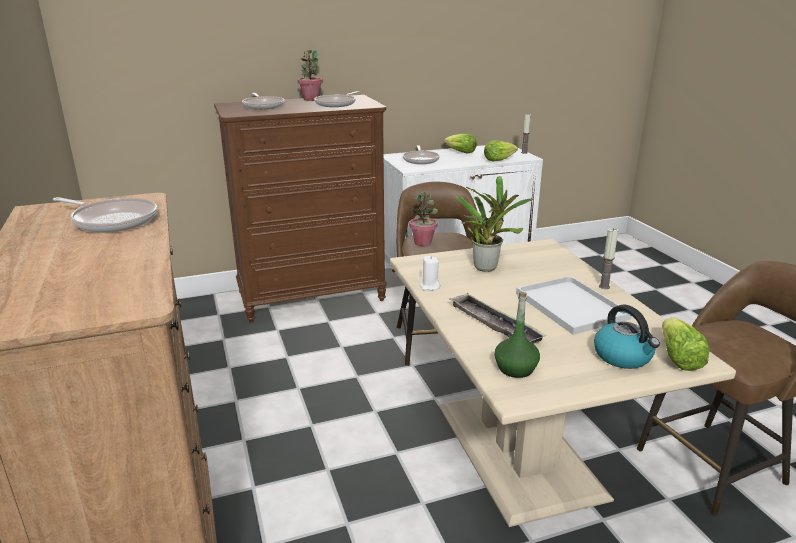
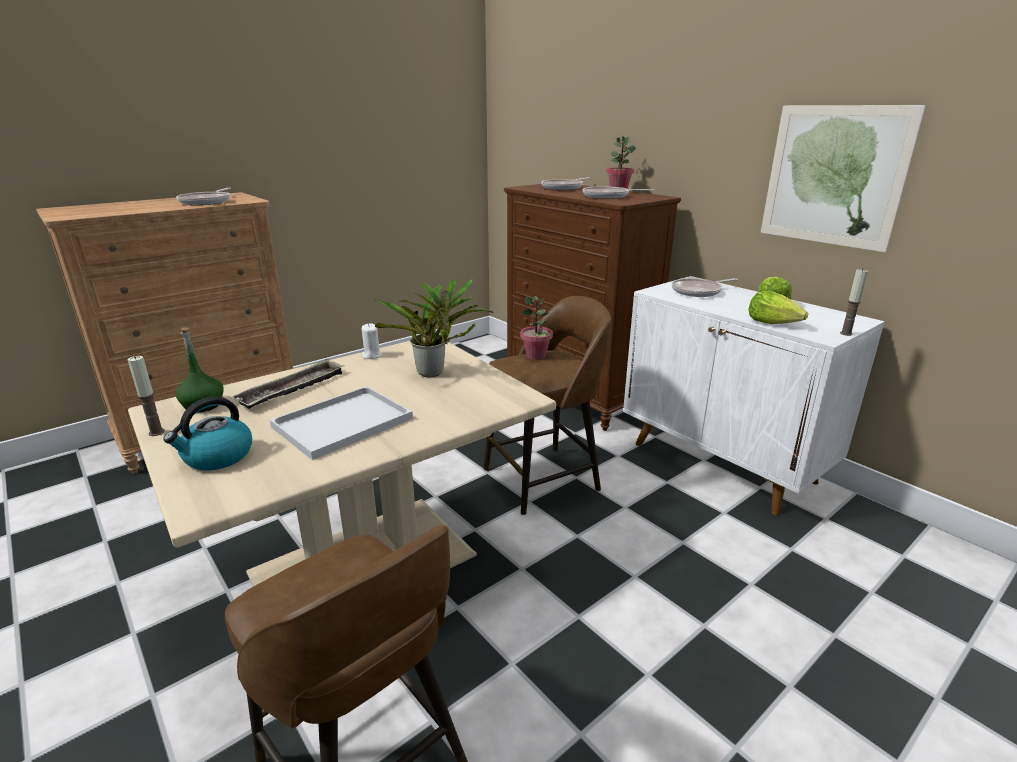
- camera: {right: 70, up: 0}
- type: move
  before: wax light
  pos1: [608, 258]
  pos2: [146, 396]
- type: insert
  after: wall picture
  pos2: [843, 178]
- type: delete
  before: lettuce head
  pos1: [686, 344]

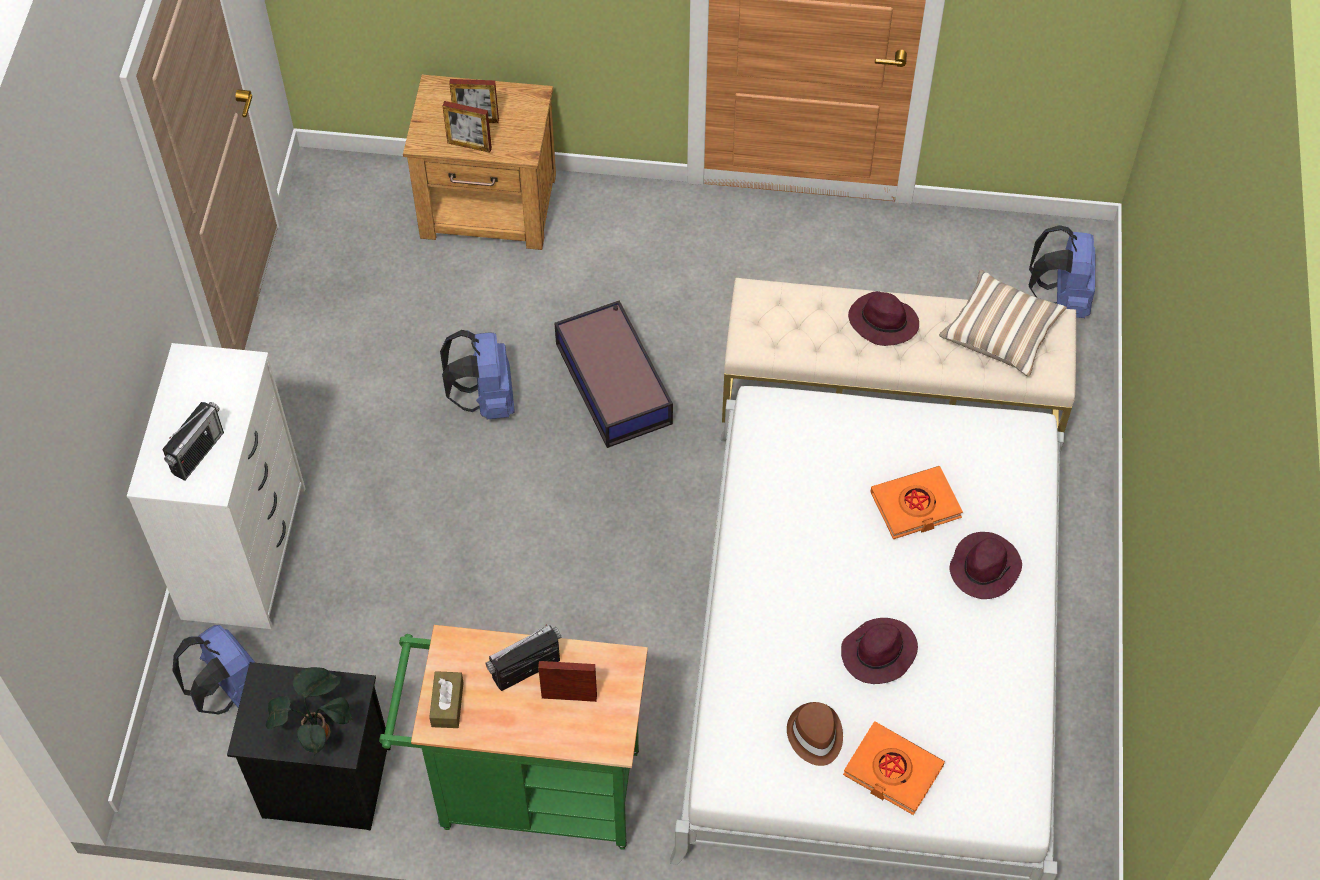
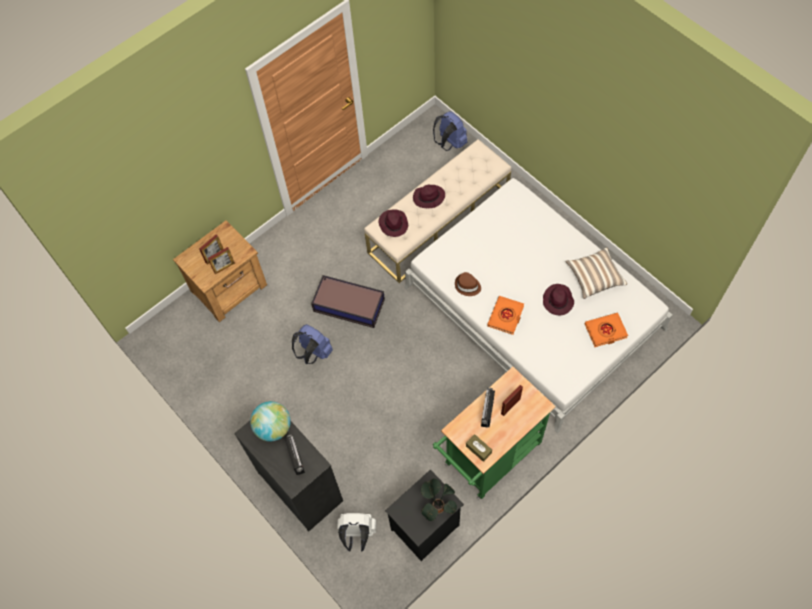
- camera: {right: -45, up: 5}
- type: recolor
  before: white chest of drawers
  after: black chest of drawers
  pos1: [216, 486]
  pos2: [288, 476]
- type: insert
  after: world globe
  pos2: [270, 421]
- type: recolor
  before: blue rucksack
  after: white rucksack
  pos1: [214, 669]
  pos2: [356, 532]
- type: move
  before: purple-coloured hat
  pos1: [986, 565]
  pos2: [393, 223]
- type: move
  before: brown-coloured hat
  pos1: [815, 734]
  pos2: [468, 284]
- type: move
  before: orange volume
  pos1: [916, 502]
  pos2: [505, 315]
- type: move
  before: pillow
  pos1: [1003, 323]
  pos2: [596, 273]

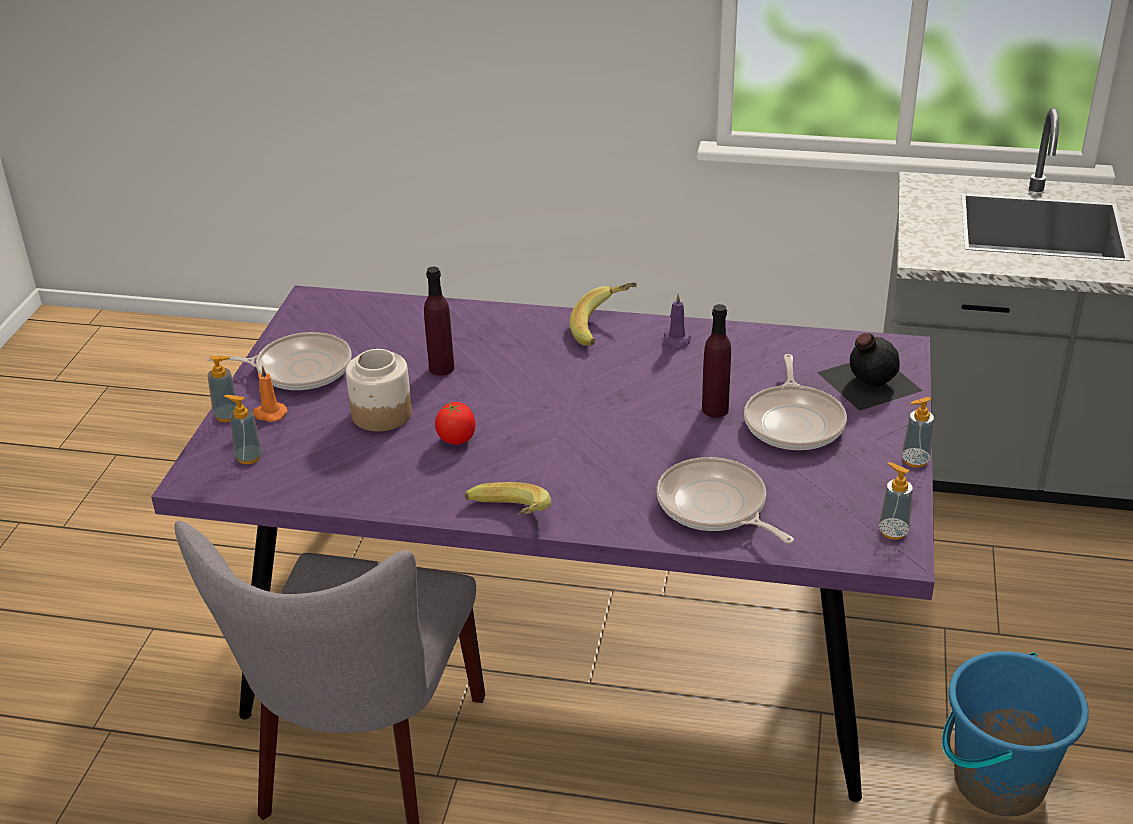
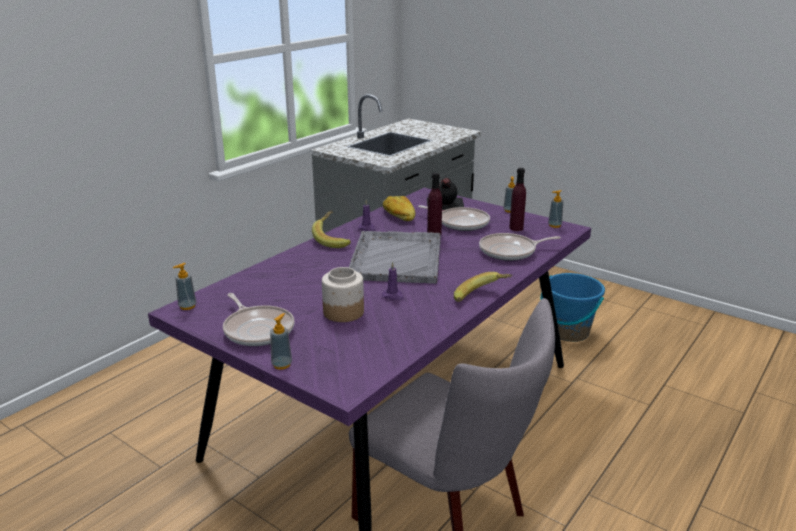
- camera: {right: -65, up: -10}
- type: move
  before: liquid soap bottle
  pos1: [243, 429]
  pos2: [185, 286]
- type: rotate
  before: frying pan
  pos1: [278, 361]
  pos2: [258, 319]
  turn: 120
- type: insert
  after: grey tray
  pos2: [395, 257]
- type: replace
  before: fresh tomato
  after: purple-coloured wax light
  pos1: [455, 423]
  pos2: [393, 281]
- type: insert
  after: bakery bread
  pos2: [399, 208]
- type: move
  before: purple-coloured drink bottle
  pos1: [439, 321]
  pos2: [517, 199]
- type: delete
  before: orange wax light
  pos1: [270, 393]

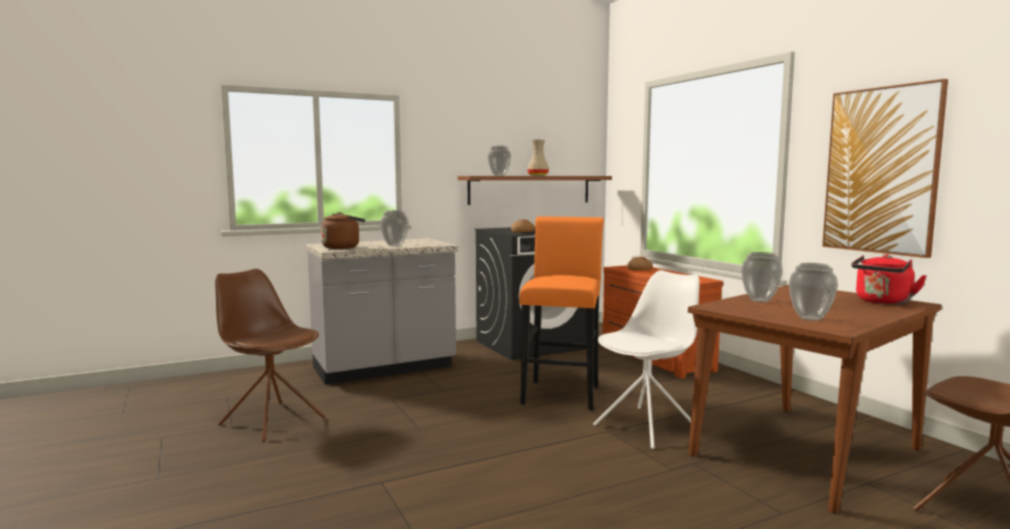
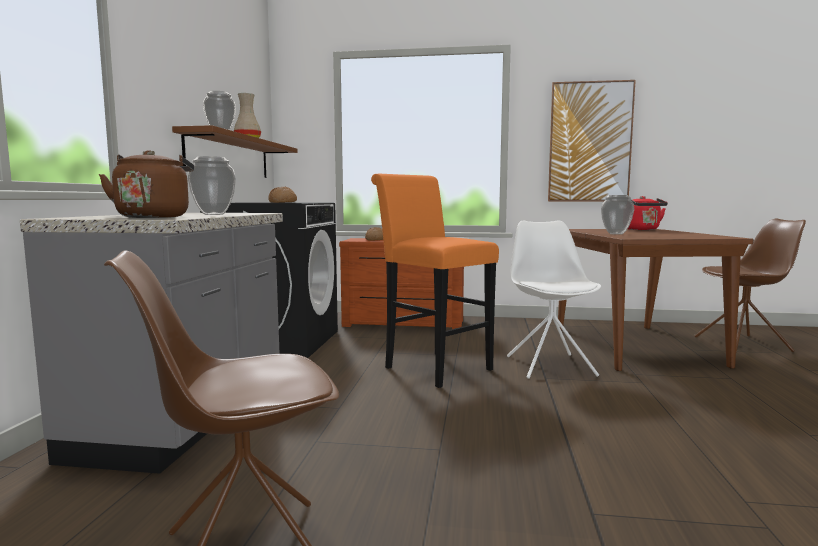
- camera: {right: -55, up: 0}
- type: delete
  before: decorative vase
  pos1: [813, 292]

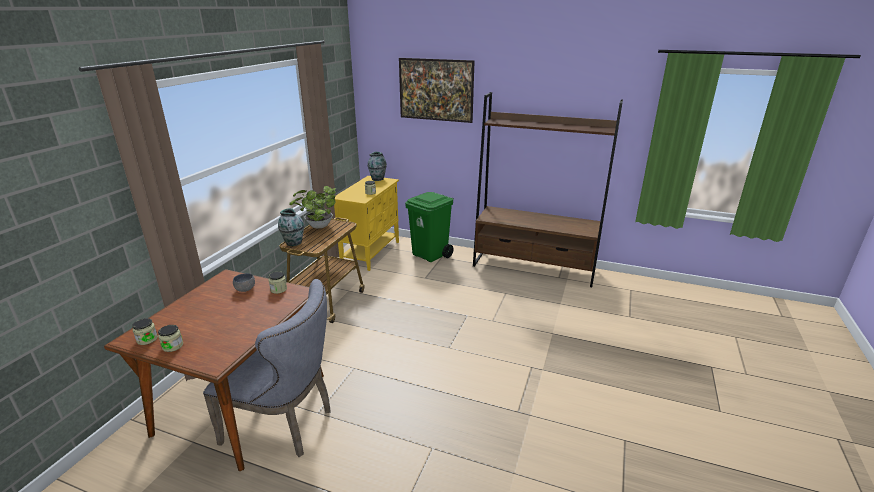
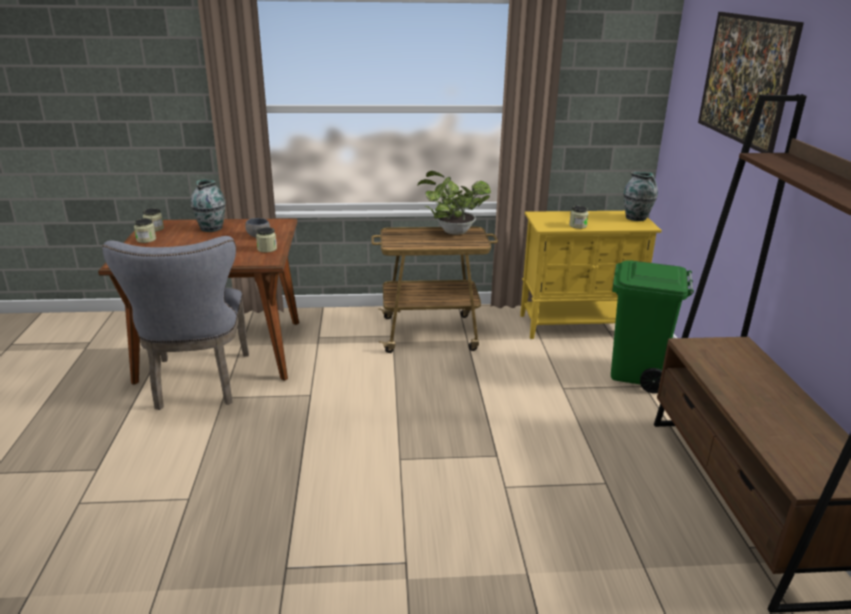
- camera: {right: 65, up: 0}
- type: move
  before: decorative vase
  pos1: [291, 227]
  pos2: [208, 206]

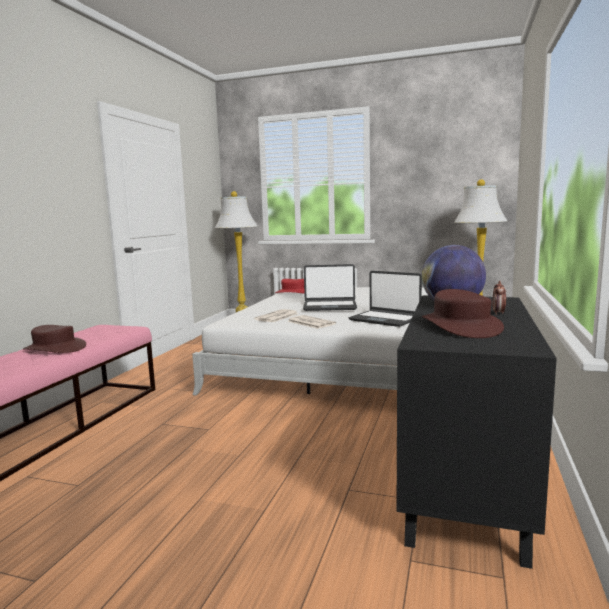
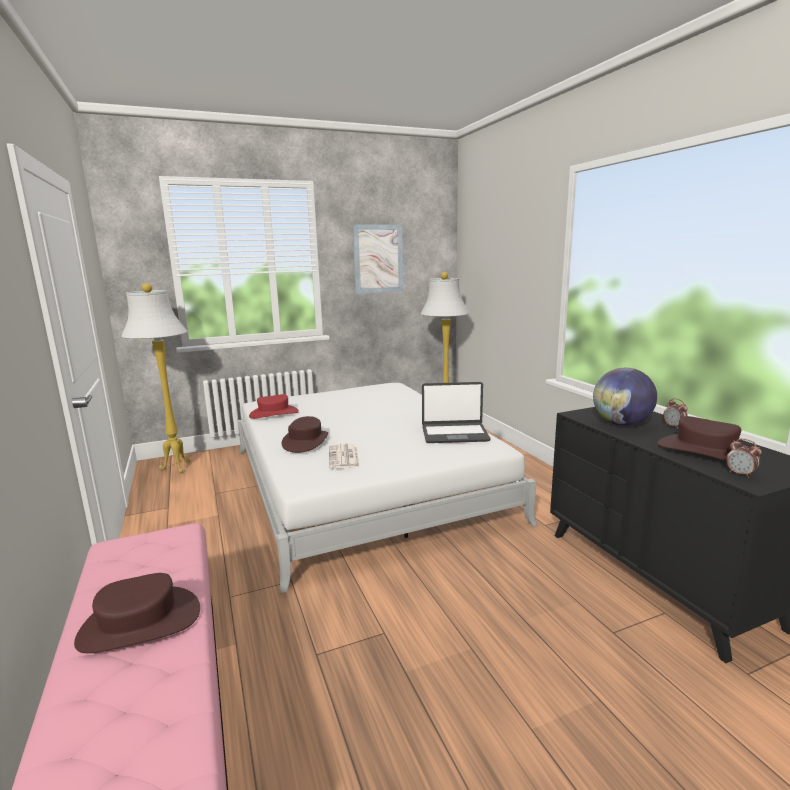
- camera: {right: -40, up: 5}
- type: insert
  after: brown-coloured hat
  pos2: [304, 434]
- type: insert
  after: wall picture
  pos2: [378, 259]
- type: insert
  after: bedside clock
  pos2: [744, 458]
- type: delete
  before: printed paper
  pos1: [311, 322]
- type: delete
  before: laptop
  pos1: [330, 287]

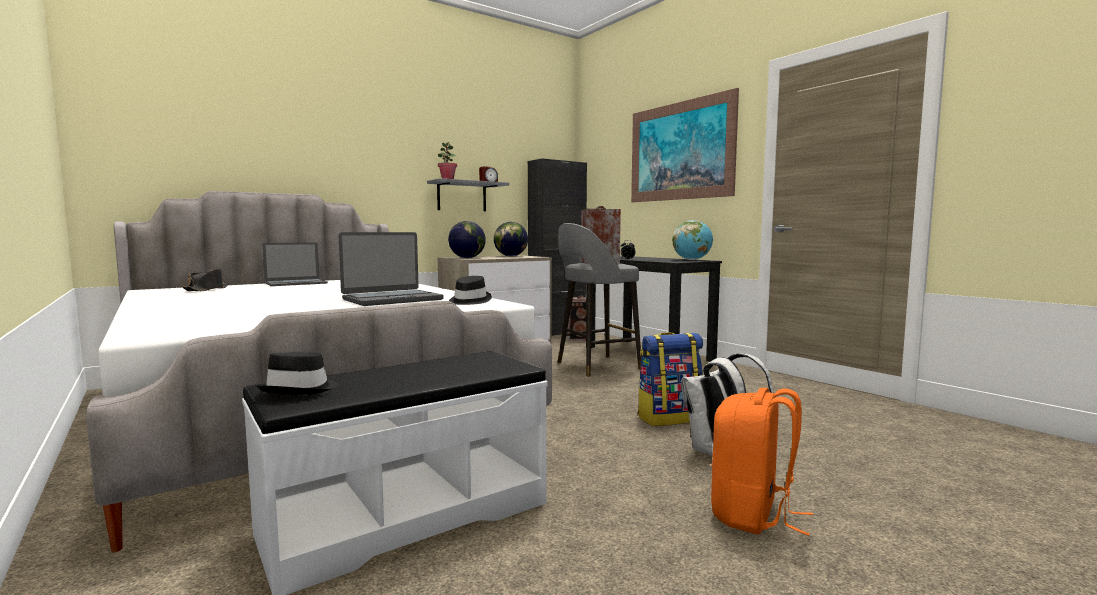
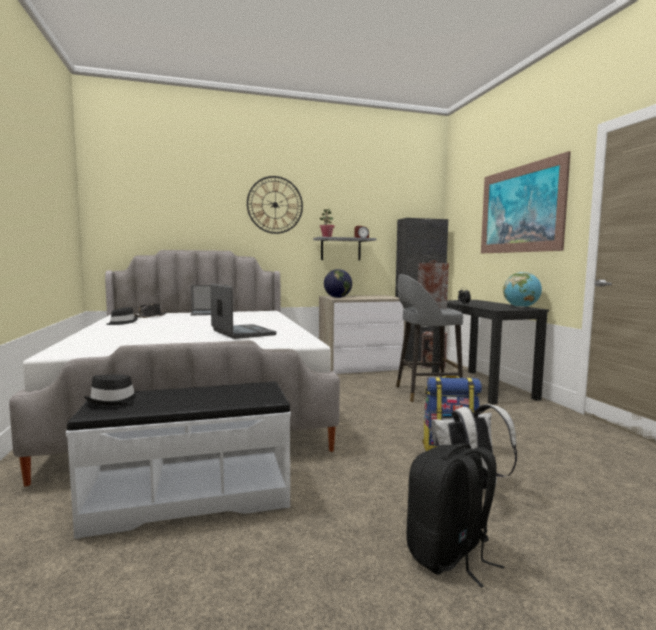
- camera: {right: 20, up: 0}
- type: move
  before: black hat
  pos1: [470, 290]
  pos2: [122, 316]
- type: rotate
  before: laptop
  pos1: [391, 269]
  pos2: [243, 311]
  turn: -105
- type: insert
  after: wall clock
  pos2: [275, 205]
- type: recolor
  before: orange rucksack
  after: black rucksack
  pos1: [762, 462]
  pos2: [455, 515]
- type: delete
  before: world globe
  pos1: [511, 239]

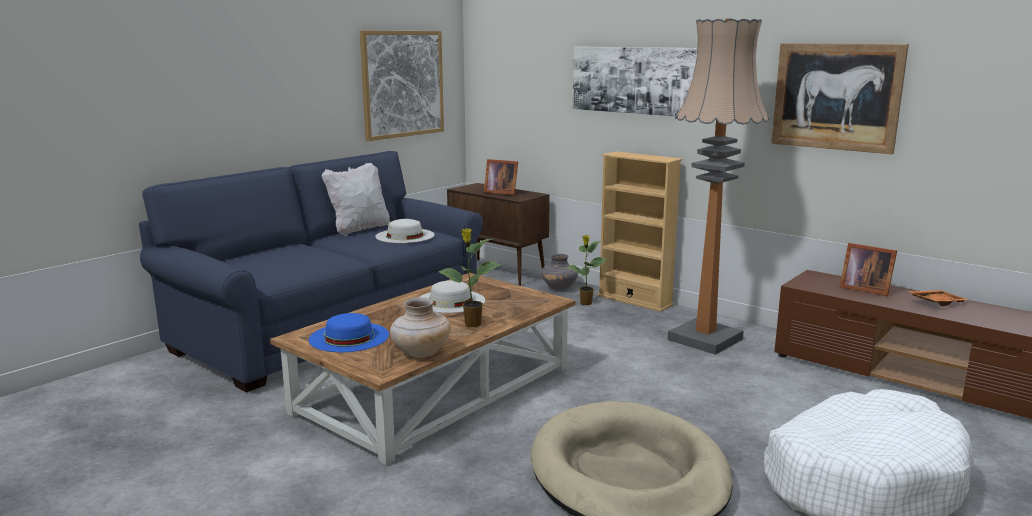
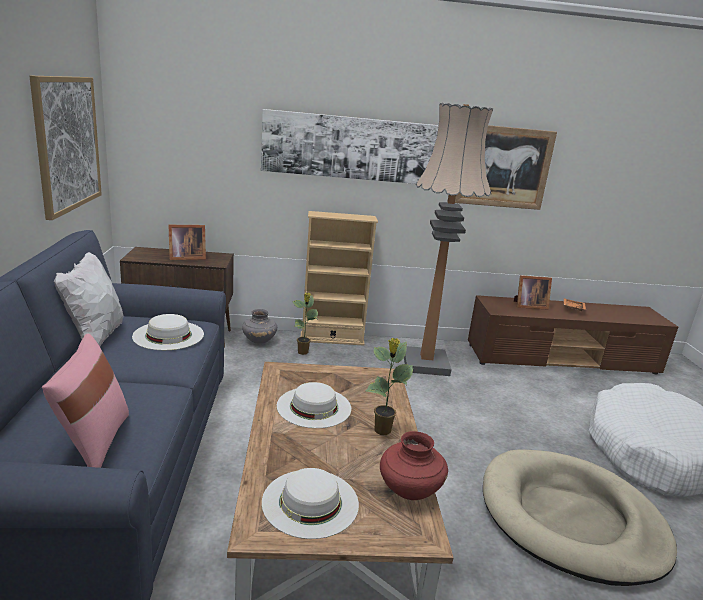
- camera: {right: -45, up: 5}
- type: insert
  after: pink pillow
  pos2: [85, 401]
- type: recolor
  before: blue hat
  after: white hat
  pos1: [349, 332]
  pos2: [310, 503]
- type: recolor
  before: beige-coloured decorative vase
  after: red decorative vase
  pos1: [420, 327]
  pos2: [414, 465]

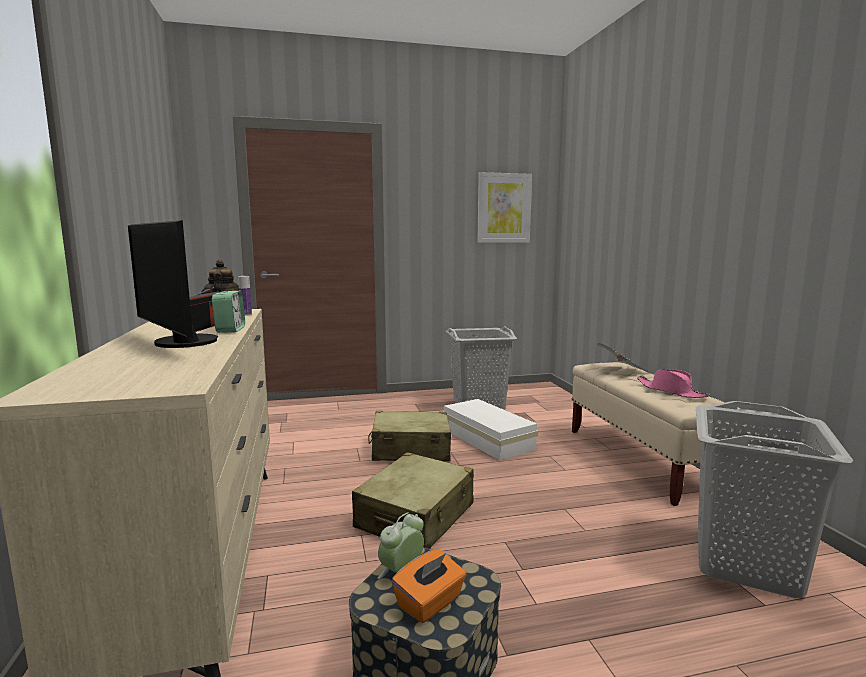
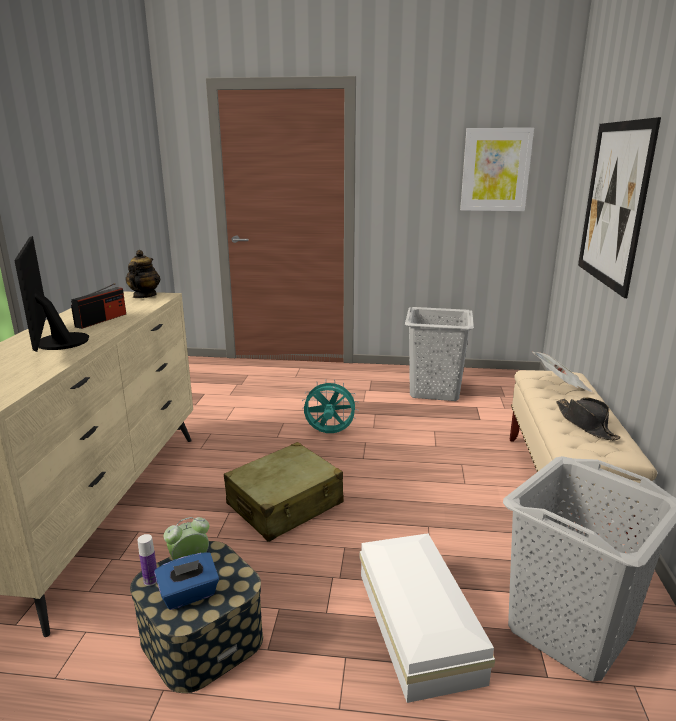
- camera: {right: 20, up: 10}
- type: move
  before: drink bottle
  pos1: [245, 296]
  pos2: [147, 560]
- type: recolor
  before: orange tissue holder
  after: blue tissue holder
  pos1: [429, 586]
  pos2: [186, 581]
- type: replace
  before: beige-coloured suitcase
  after: turquoise-coloured fan
  pos1: [409, 436]
  pos2: [330, 406]
- type: move
  before: white storage container
  pos1: [491, 429]
  pos2: [427, 618]
- type: recolor
  before: pink hat
  after: black hat
  pos1: [673, 383]
  pos2: [588, 418]
- type: insert
  after: wall picture
  pos2: [619, 207]
- type: delete
  before: bedside clock
  pos1: [228, 312]

